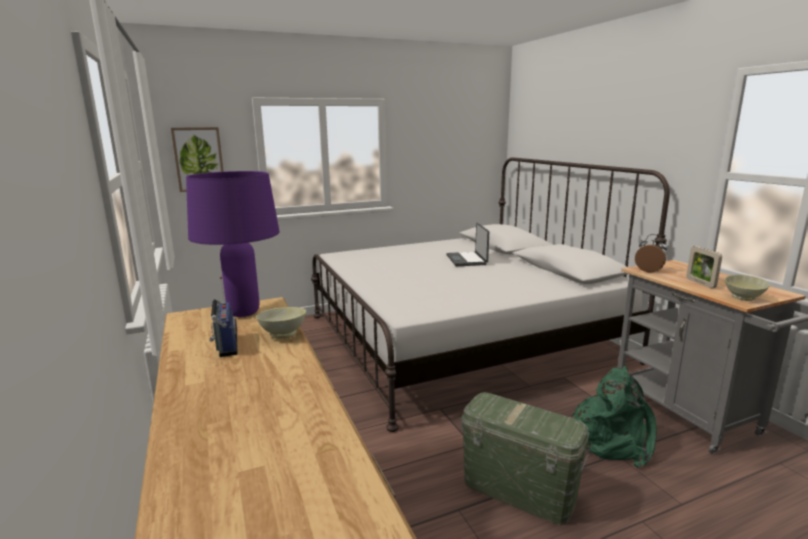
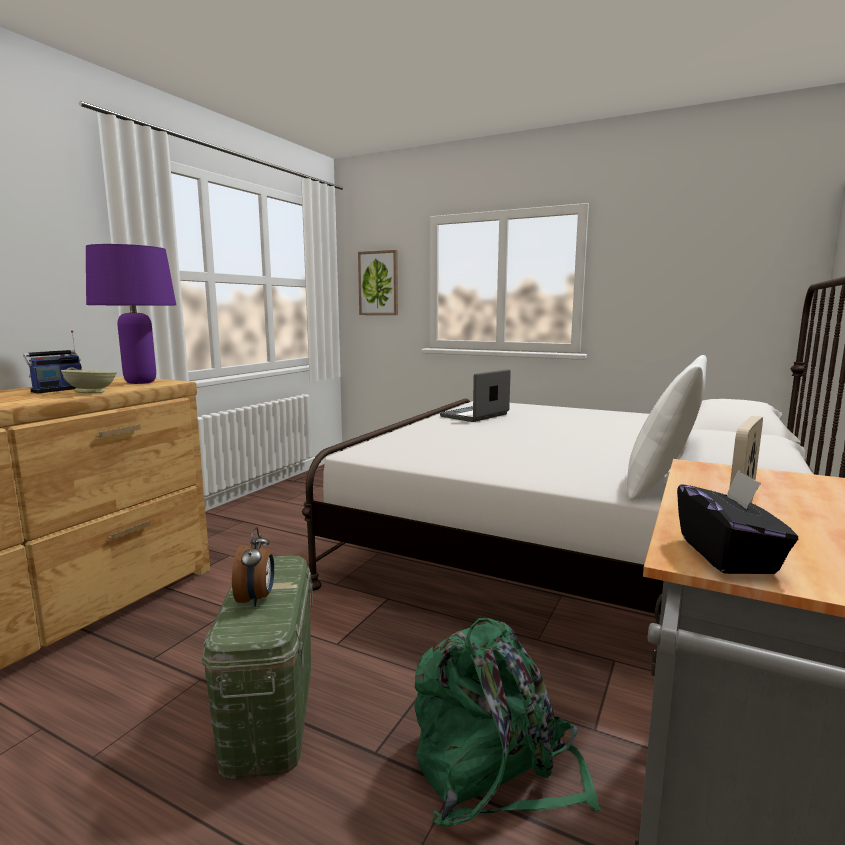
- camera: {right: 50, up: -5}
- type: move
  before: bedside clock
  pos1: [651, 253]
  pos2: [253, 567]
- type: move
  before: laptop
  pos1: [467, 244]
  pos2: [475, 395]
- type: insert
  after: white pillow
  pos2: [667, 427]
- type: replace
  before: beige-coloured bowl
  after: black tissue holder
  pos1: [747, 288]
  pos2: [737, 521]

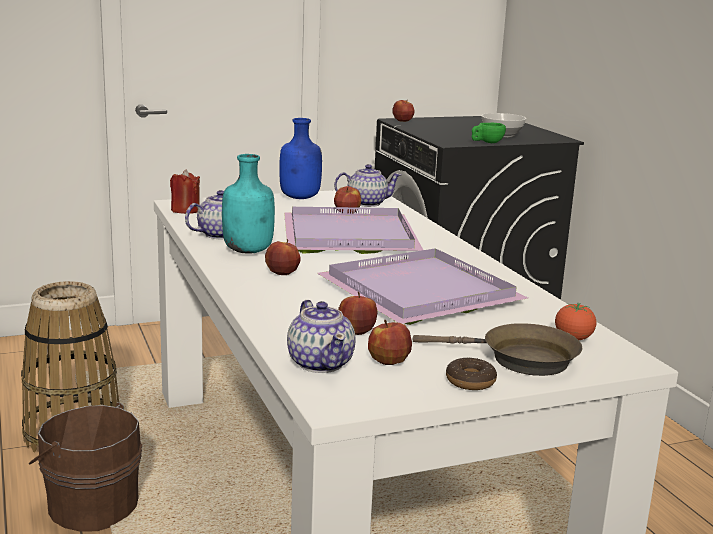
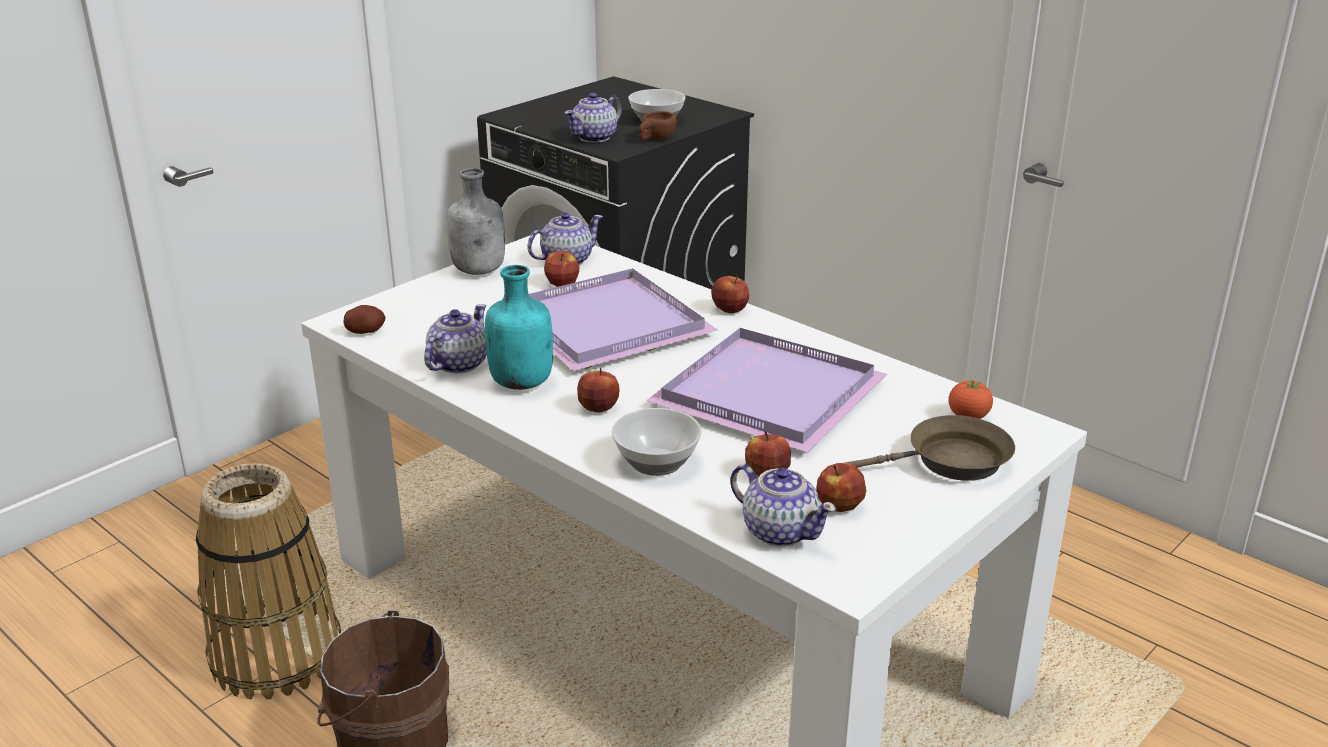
- camera: {right: -25, up: 10}
- type: replace
  before: red wax light
  after: potato
  pos1: [185, 192]
  pos2: [364, 319]
- type: recolor
  before: blue drink bottle
  after: grey drink bottle
  pos1: [300, 158]
  pos2: [476, 221]
- type: insert
  after: tea pot
  pos2: [593, 118]
- type: insert
  after: bowl
  pos2: [657, 442]
- type: recolor
  before: greenish drinking cup
  after: brown-coloured drinking cup
  pos1: [489, 133]
  pos2: [658, 126]
- type: move
  before: whole apple
  pos1: [403, 111]
  pos2: [730, 294]
- type: delete
  before: ring doughnut
  pos1: [471, 374]

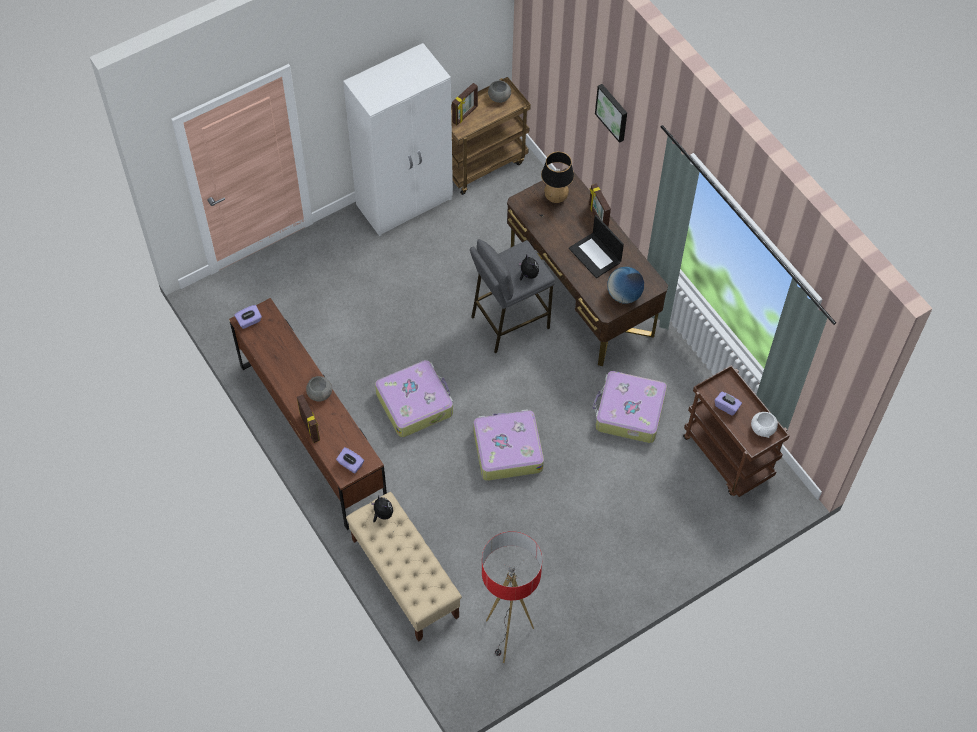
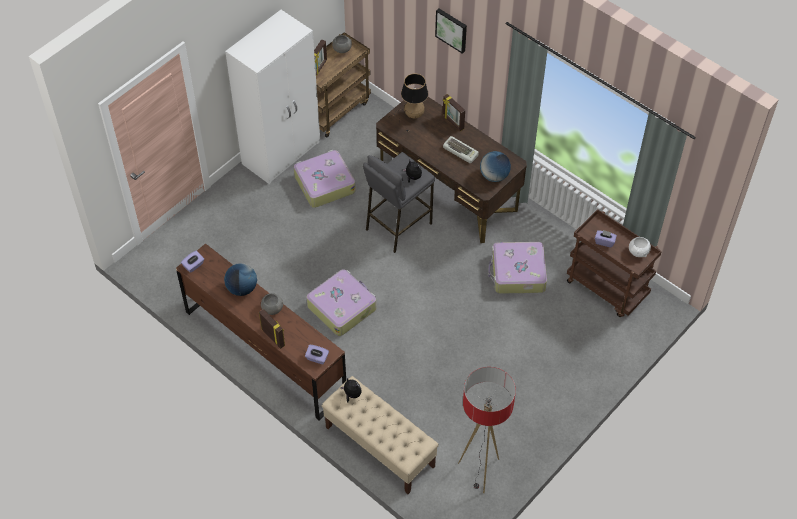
- camera: {right: -15, up: -5}
- type: insert
  after: world globe
  pos2: [240, 279]
- type: move
  before: suitcase
  pos1: [509, 445]
  pos2: [325, 179]
- type: replace
  before: laptop
  after: PC keyboard
  pos1: [596, 246]
  pos2: [461, 149]

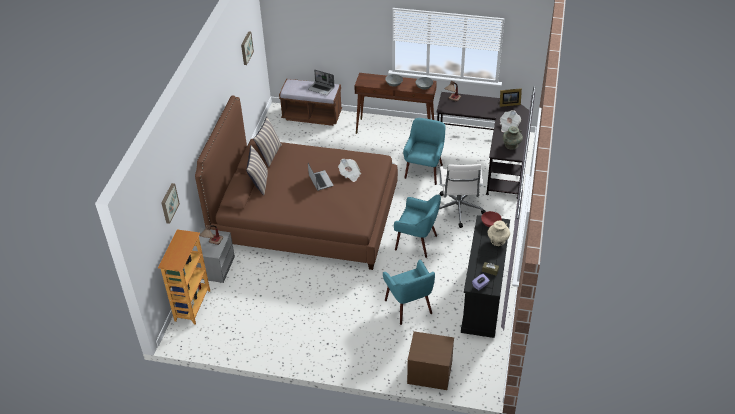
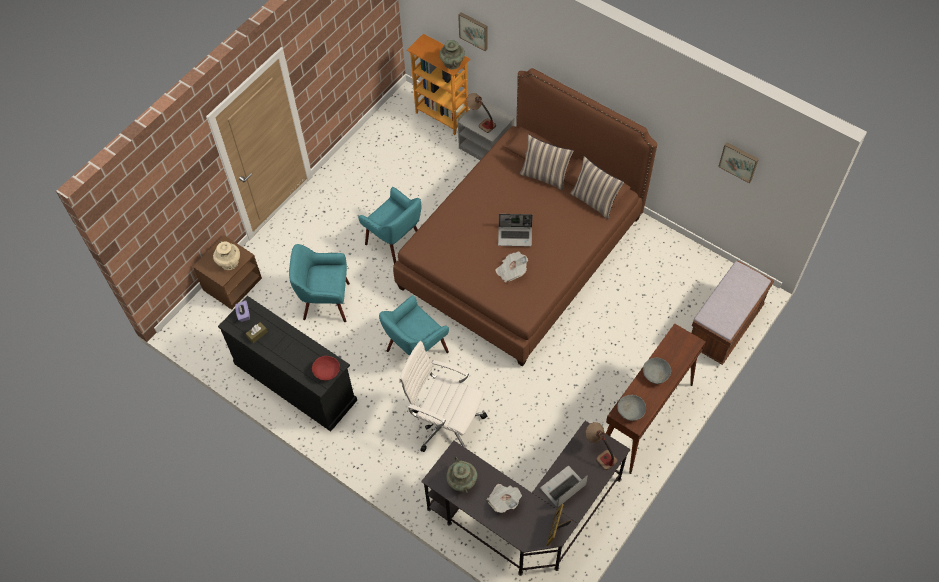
- camera: {right: 115, up: 15}
- type: move
  before: beige-coloured decorative vase
  pos1: [498, 233]
  pos2: [226, 255]
- type: move
  before: turquoise-coloured easy chair
  pos1: [424, 151]
  pos2: [389, 225]
- type: insert
  after: turquoise-coloured decorative vase
  pos2: [452, 55]
- type: move
  before: laptop
  pos1: [321, 82]
  pos2: [564, 487]

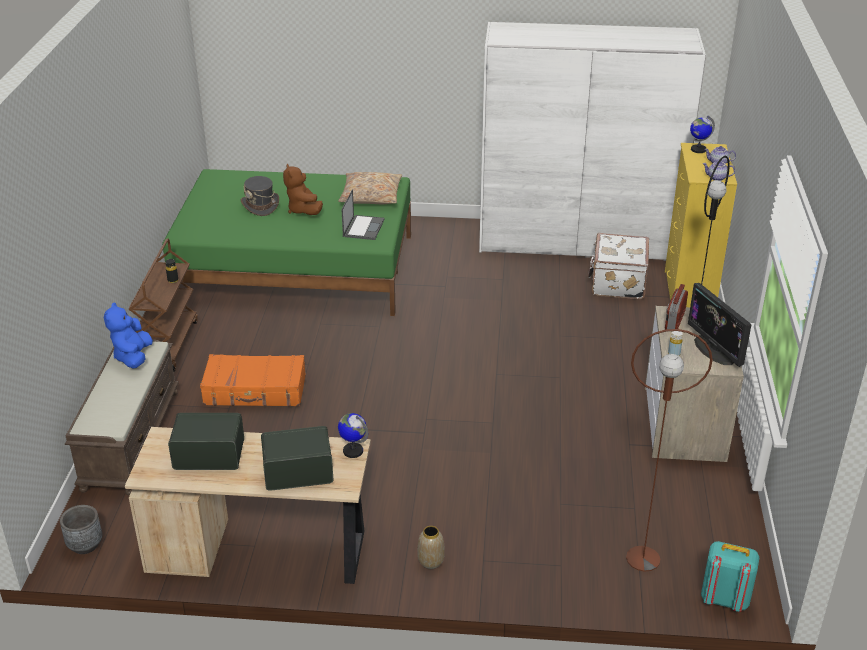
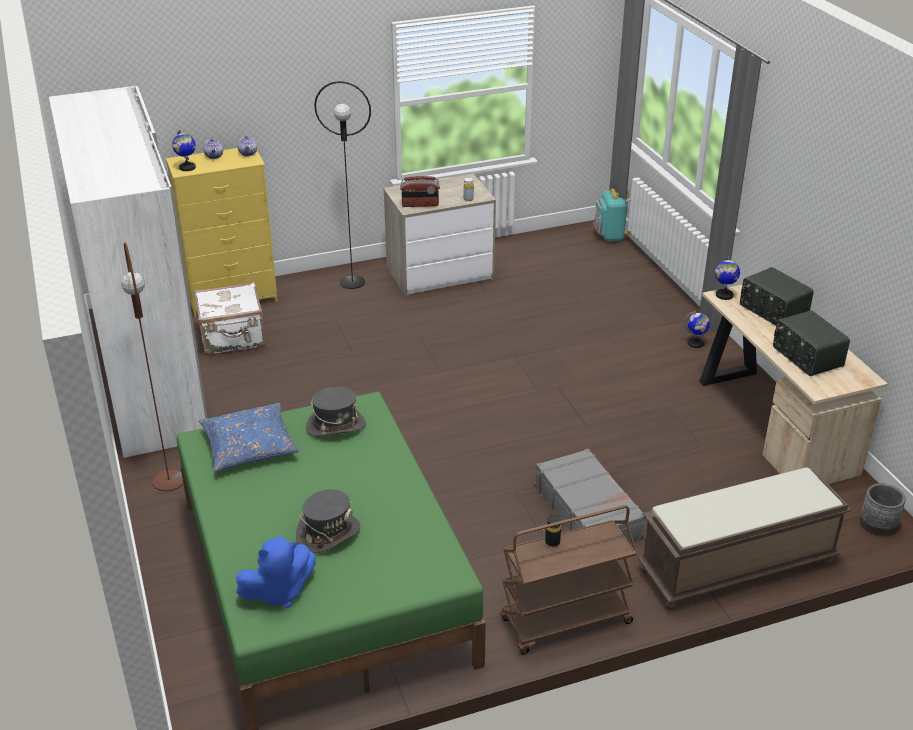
- camera: {right: -115, up: 0}
- type: move
  before: brown-coloured standing lamp
  pos1: [669, 450]
  pos2: [152, 366]
- type: recolor
  before: beige-coloured pillow
  after: blue pillow
  pos1: [370, 188]
  pos2: [249, 437]
- type: move
  before: blue soft toy
  pos1: [128, 335]
  pos2: [276, 572]
- type: replace
  before: laptop
  after: grey hat
  pos1: [363, 214]
  pos2: [336, 412]
- type: recolor
  before: orange suitcase
  after: grey suitcase
  pos1: [253, 380]
  pos2: [590, 495]
- type: replace
  before: decorative vase
  after: world globe
  pos1: [431, 547]
  pos2: [697, 329]
- type: delete
  before: brown-coloured soft toy
  pos1: [303, 189]
- type: delete
  before: computer screen
  pos1: [719, 325]

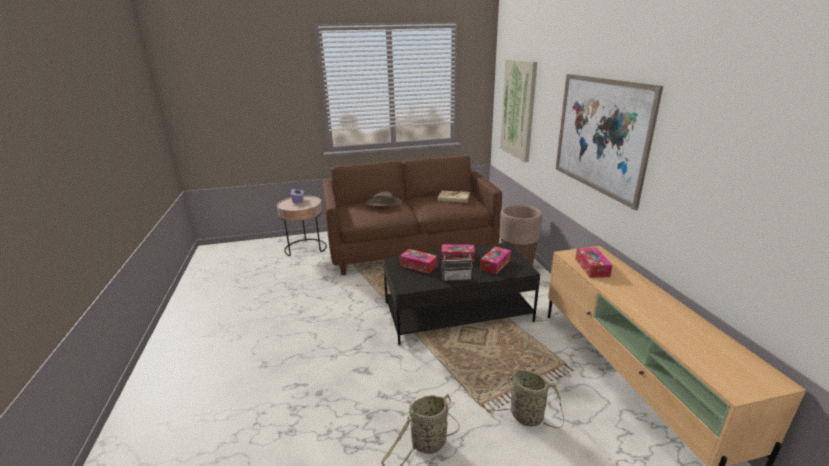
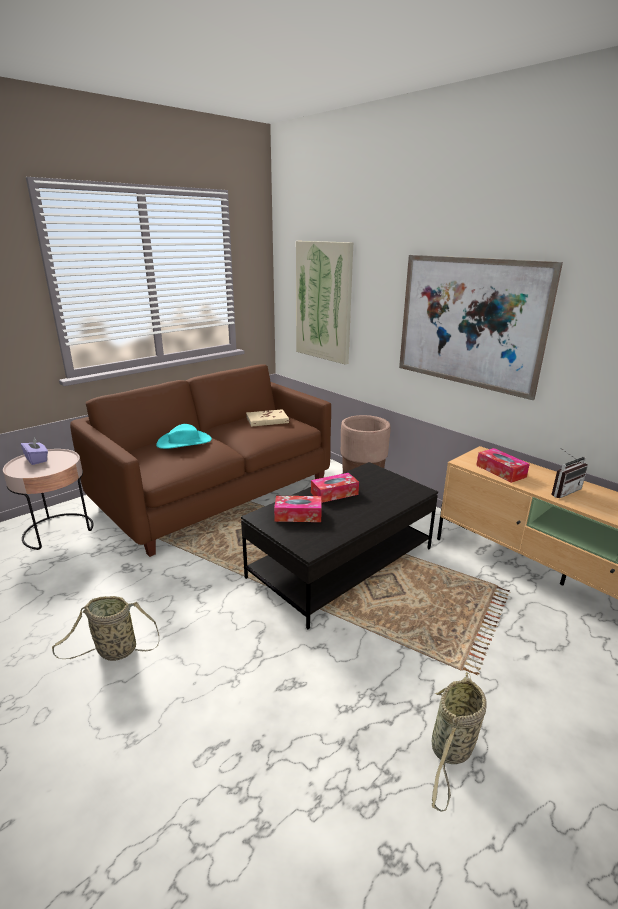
- camera: {right: -30, up: 0}
- type: move
  before: basket
  pos1: [521, 399]
  pos2: [105, 628]
- type: recolor
  before: brown-coloured hat
  after: turquoise-coloured hat
  pos1: [384, 199]
  pos2: [184, 436]
- type: move
  before: radio receiver
  pos1: [457, 263]
  pos2: [569, 473]
- type: delete
  before: tissue holder
  pos1: [495, 260]

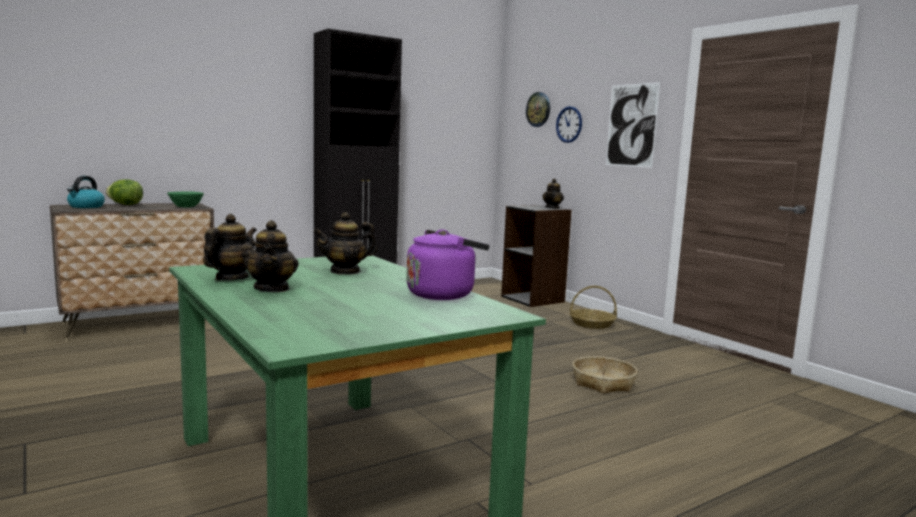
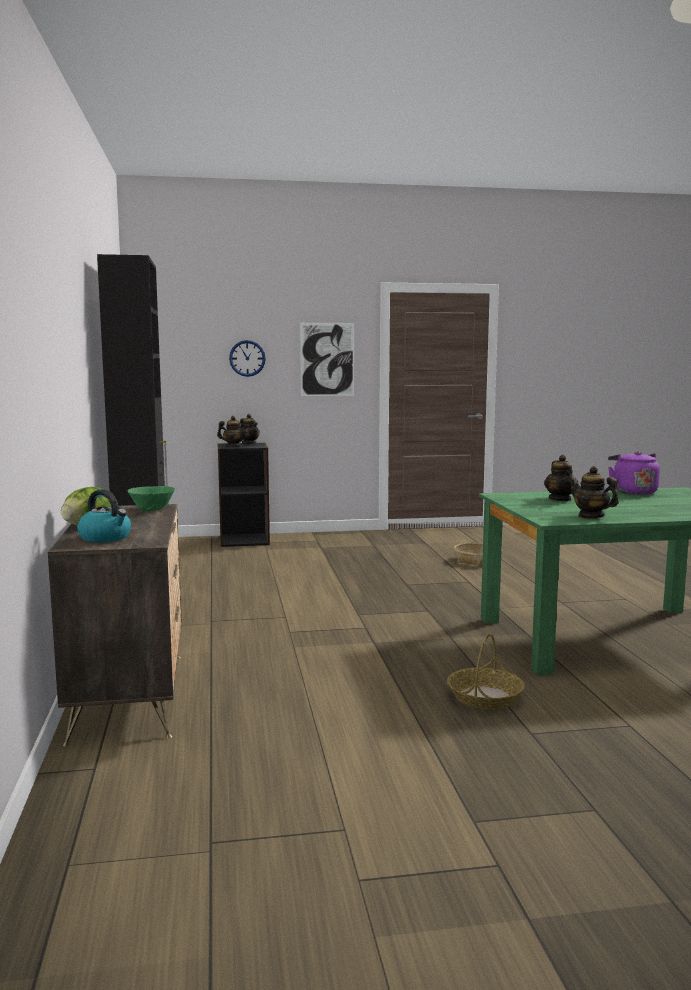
- camera: {right: -65, up: 0}
- type: move
  before: tea pot
  pos1: [271, 256]
  pos2: [233, 431]
- type: move
  before: basket
  pos1: [593, 307]
  pos2: [486, 671]
- type: delete
  before: wall clock
  pos1: [538, 109]

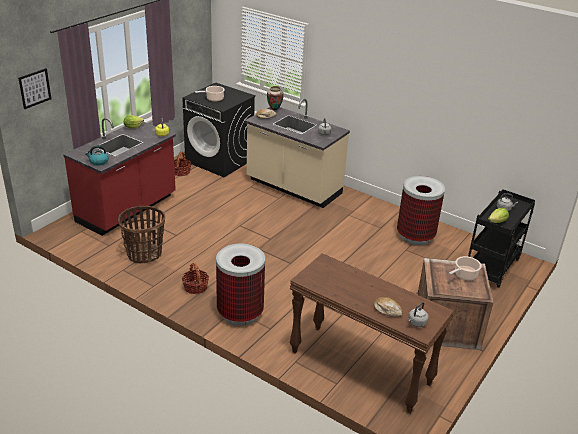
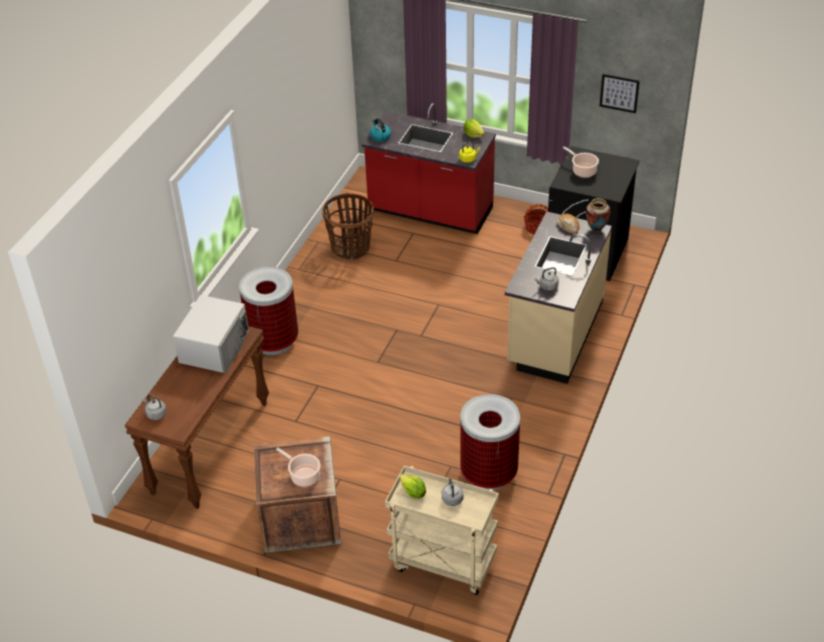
- camera: {right: 80, up: 10}
- type: insert
  after: white microwave
  pos2: [211, 334]
- type: recolor
  before: black wheeled cart
  after: beige-coloured wheeled cart
  pos1: [501, 238]
  pos2: [442, 530]
- type: move
  before: wall picture
  pos1: [34, 88]
  pos2: [620, 93]
- type: delete
  before: basket
  pos1: [195, 278]
- type: delete
  before: bakery bread
  pos1: [388, 307]

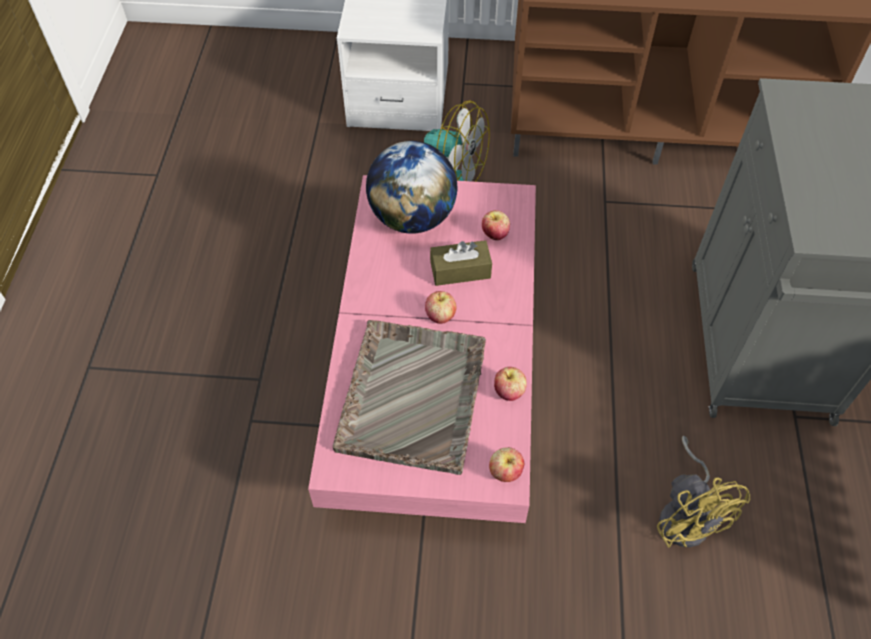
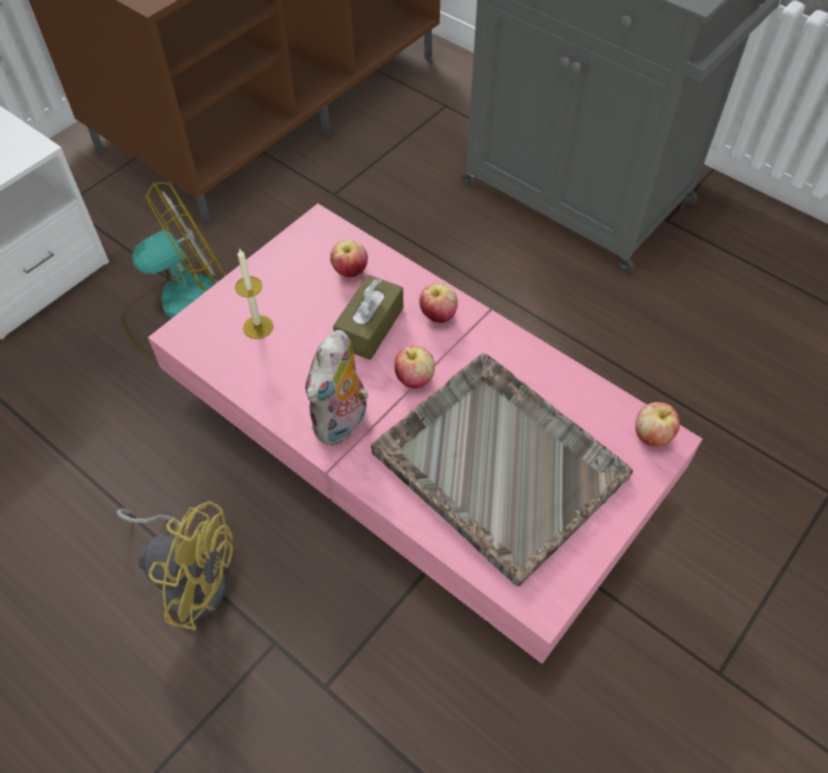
- camera: {right: -55, up: 0}
- type: move
  before: yellow-coloured fan
  pos1: [703, 492]
  pos2: [175, 565]
- type: replace
  before: world globe
  after: wax light
  pos1: [411, 187]
  pos2: [254, 293]
- type: insert
  after: soft toy
  pos2: [336, 387]
- type: move
  before: whole apple
  pos1: [510, 384]
  pos2: [438, 303]

